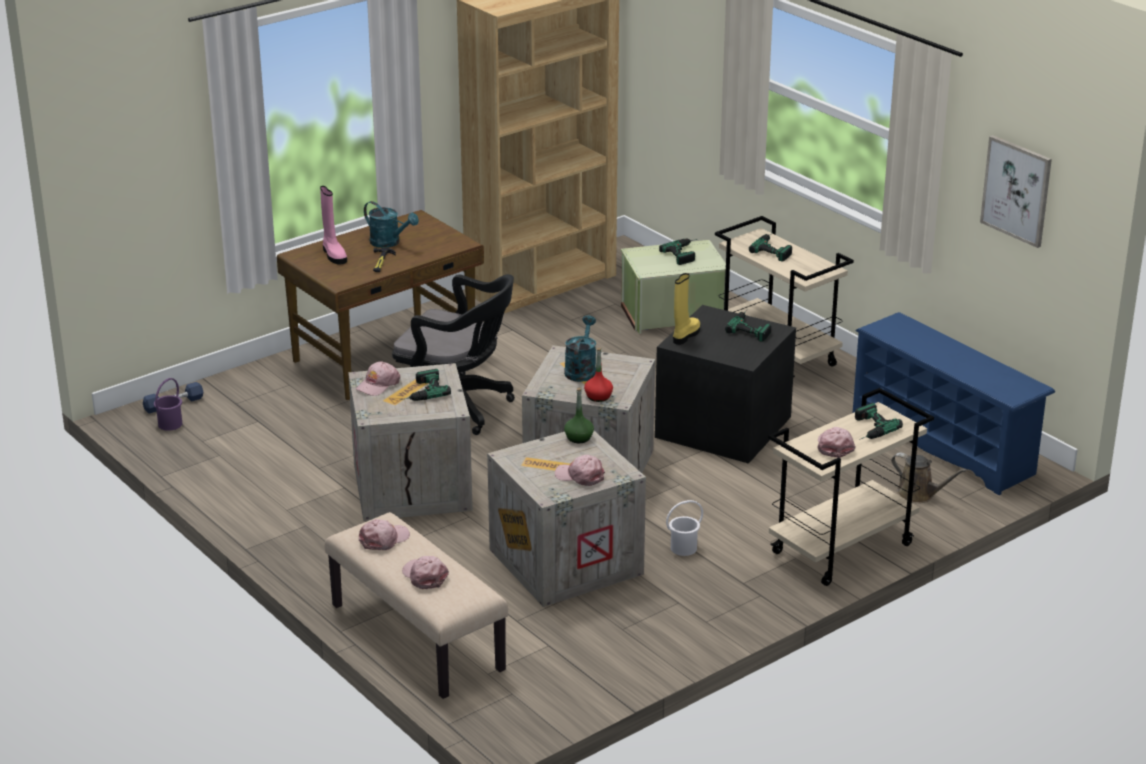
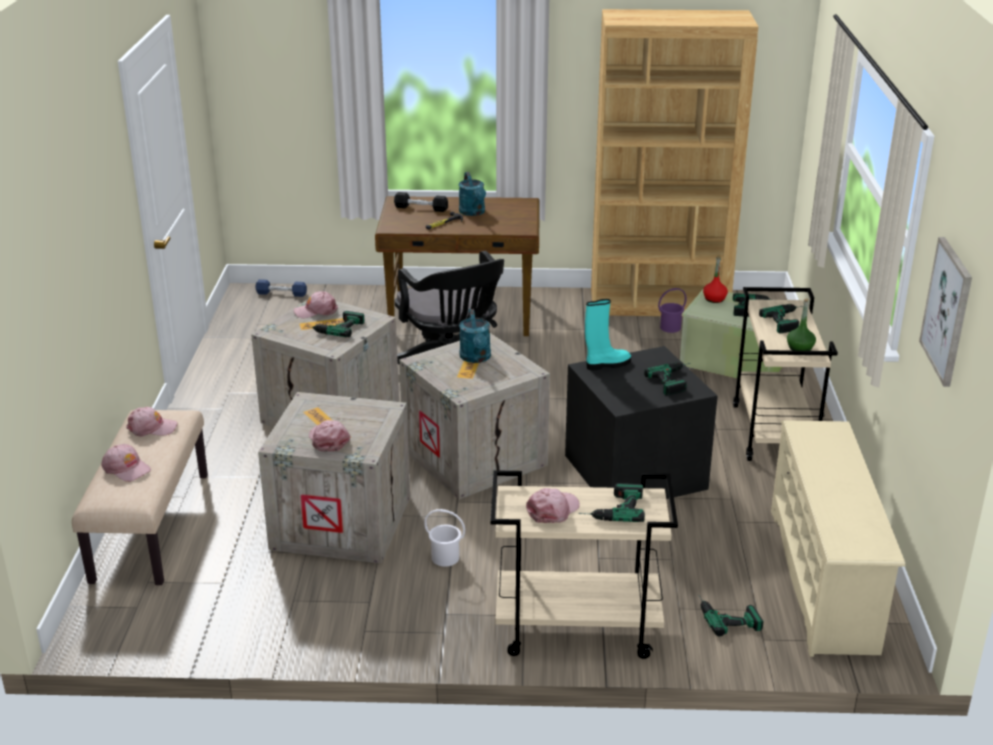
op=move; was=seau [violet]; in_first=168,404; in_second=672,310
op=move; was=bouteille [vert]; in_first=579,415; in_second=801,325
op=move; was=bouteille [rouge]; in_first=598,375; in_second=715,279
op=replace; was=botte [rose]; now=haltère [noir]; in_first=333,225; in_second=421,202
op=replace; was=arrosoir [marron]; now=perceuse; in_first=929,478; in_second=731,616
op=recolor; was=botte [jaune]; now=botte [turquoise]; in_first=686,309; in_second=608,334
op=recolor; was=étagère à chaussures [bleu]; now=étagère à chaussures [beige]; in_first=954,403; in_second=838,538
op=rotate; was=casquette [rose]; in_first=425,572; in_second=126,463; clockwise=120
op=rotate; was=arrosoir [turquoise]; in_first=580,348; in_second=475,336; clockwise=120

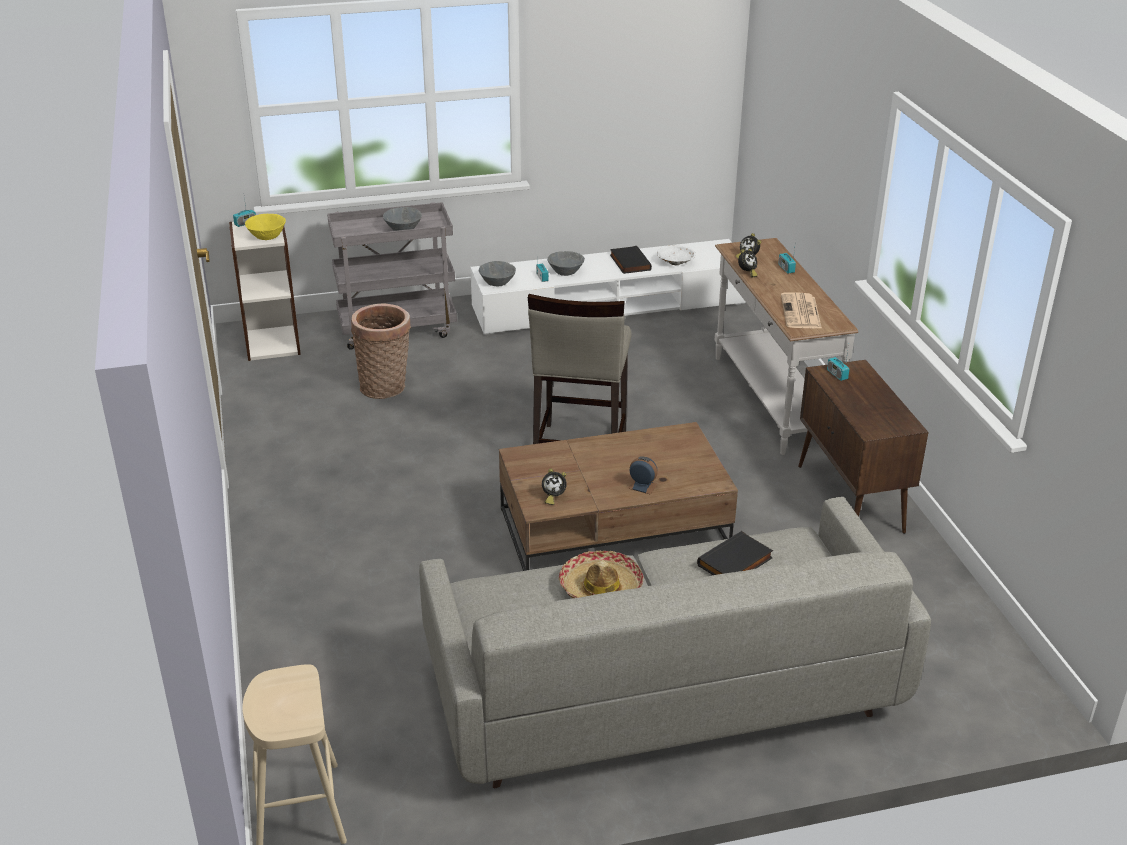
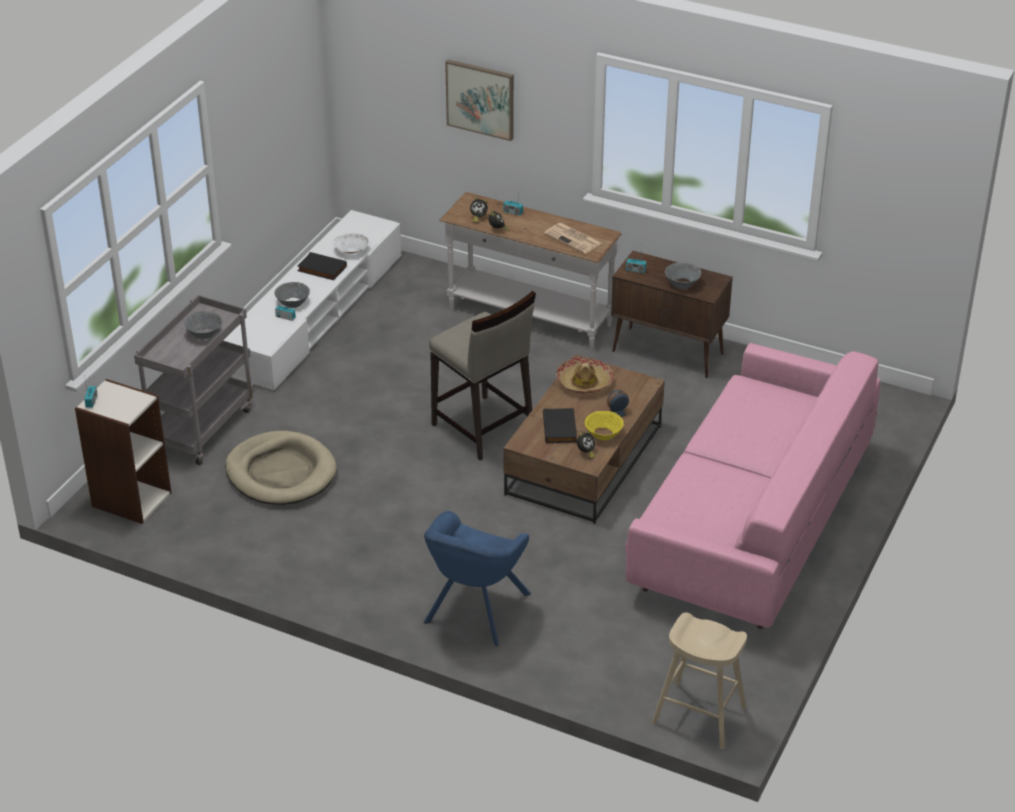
op=insert; now=fauteuil [bleu]; in_second=477,578
op=insert; now=tableau; in_second=479,100
op=move; was=bol [jaune]; in_first=265,227; in_second=604,425
op=move; was=bol [gris]; in_first=497,273; in_second=683,275
op=move; was=chapeau; in_first=601,574; in_second=584,375
op=move; was=livre [noir]; in_first=735,553; in_second=560,425
op=replace; was=panier; now=panier pour chien [beige]; in_first=381,351; in_second=281,468
op=recolor; was=canapé [gris]; now=canapé [rose]; in_first=675,642; in_second=752,486

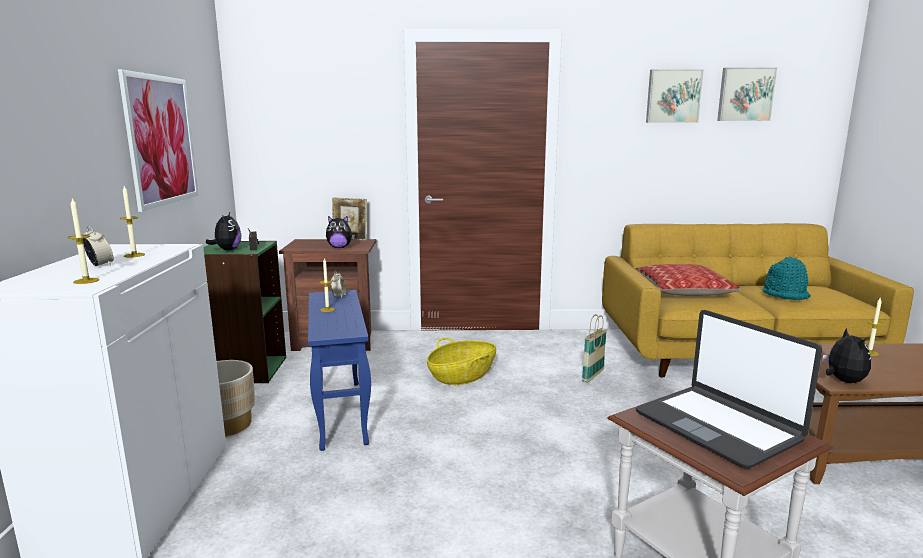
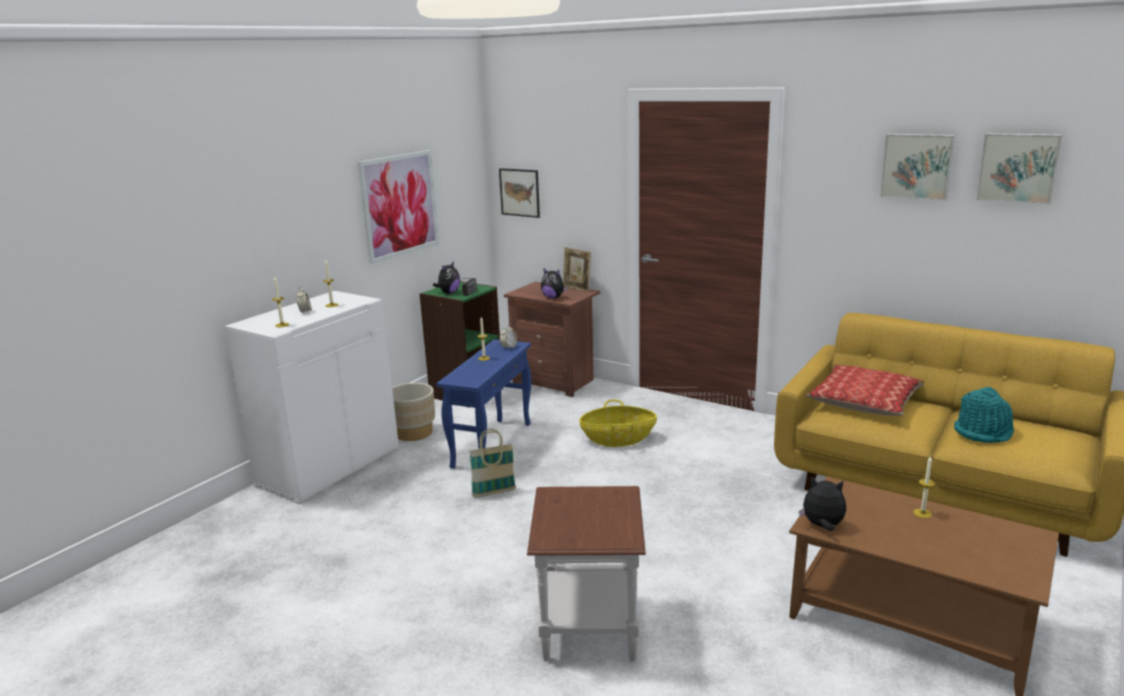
op=delete; was=ordinateur portable; in_first=729,389
op=insert; now=tableau; in_second=519,193
op=move; was=panier; in_first=594,348; in_second=492,463
op=rotate; was=peluche; in_first=846,355; in_second=822,504; clockwise=-105

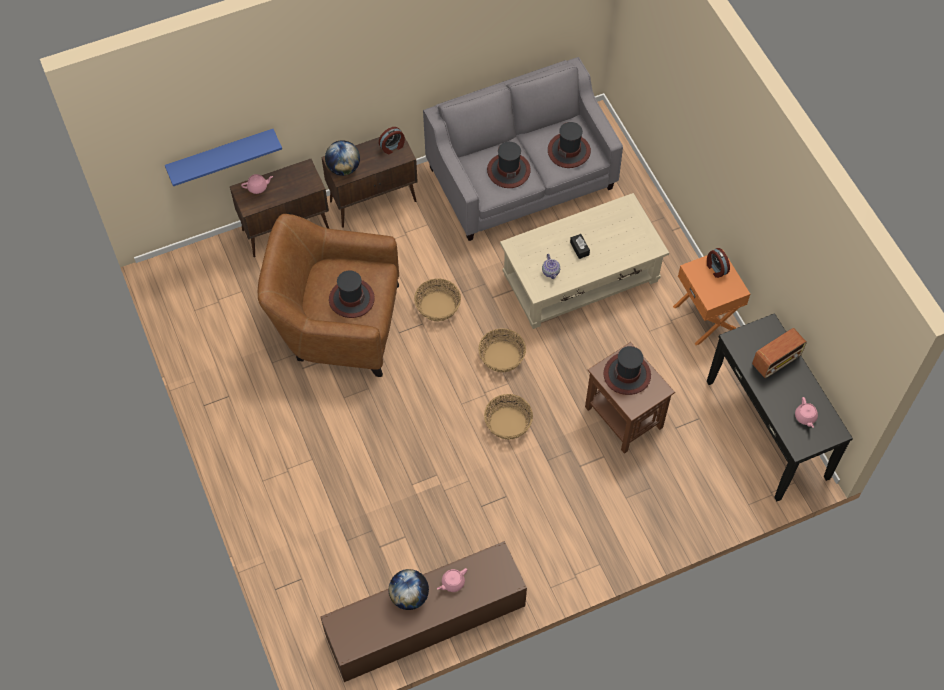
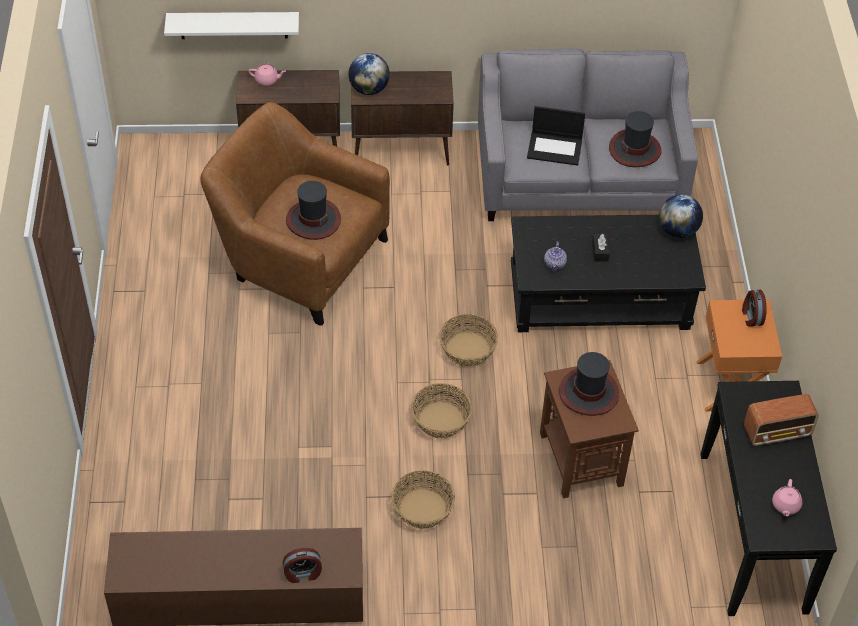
op=delete; was=théière [rose]; in_first=452,580
op=move; was=réveil; in_first=392,140; in_second=302,565
op=move; was=globe; in_first=409,589; in_second=681,216
op=move; was=panier; in_first=437,300; in_second=423,499
op=replace; was=chapeau; now=ordinateur portable; in_first=509,165; in_second=556,136
op=recolor; was=étagère [bleu]; now=étagère [blanc]; in_first=223,158; in_second=231,25
op=recolor; was=table basse [beige]; now=table basse [noir]; in_first=584,261; in_second=608,273

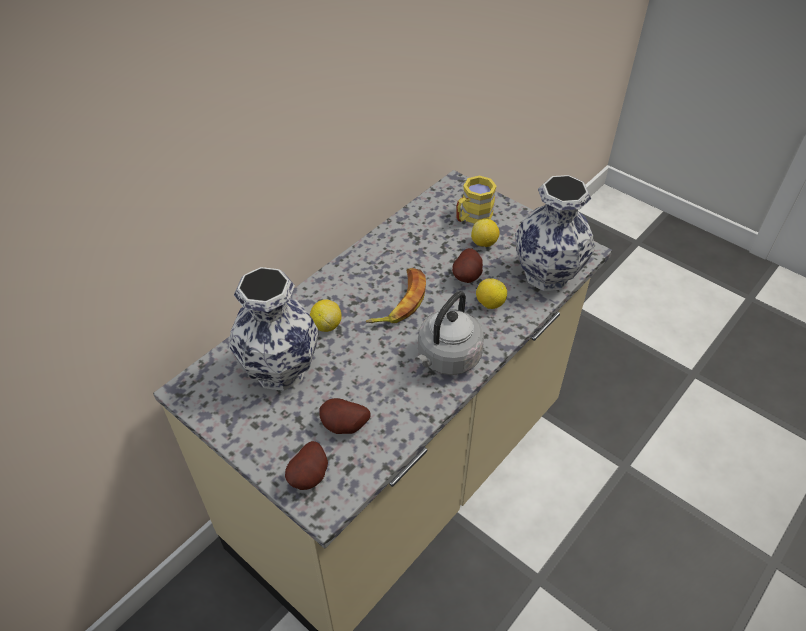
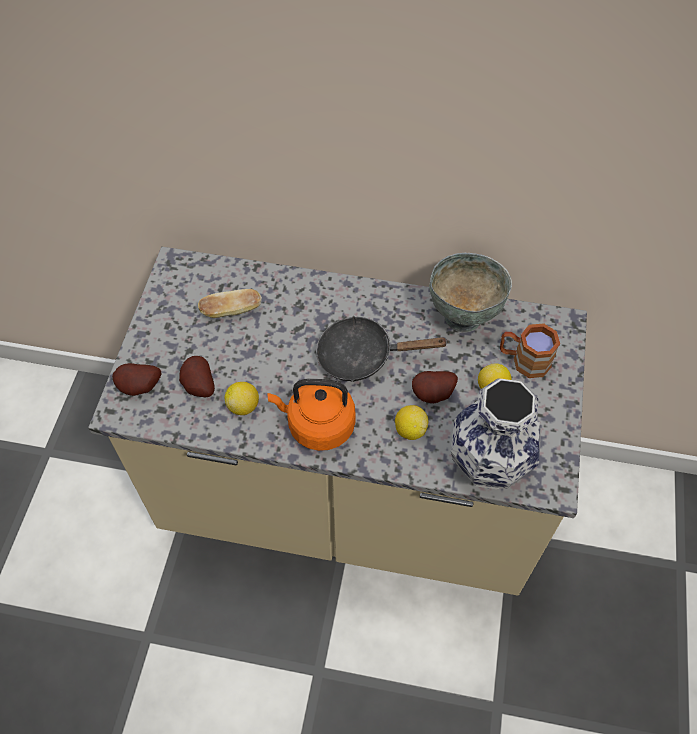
op=insert; now=bol [gris]; in_second=470,293
op=move; was=citron; in_first=325,315; in_second=241,398
op=replace; was=vase; now=pain; in_first=274,329; in_second=230,303
op=replace; was=banane; now=poêle [noir]; in_first=396,295; in_second=382,349
op=recolor; was=bouilloire [gris]; now=bouilloire [orange]; in_first=449,333; in_second=312,415
op=recolor; was=mug [jaune]; now=mug [marron]; in_first=476,200; in_second=530,350

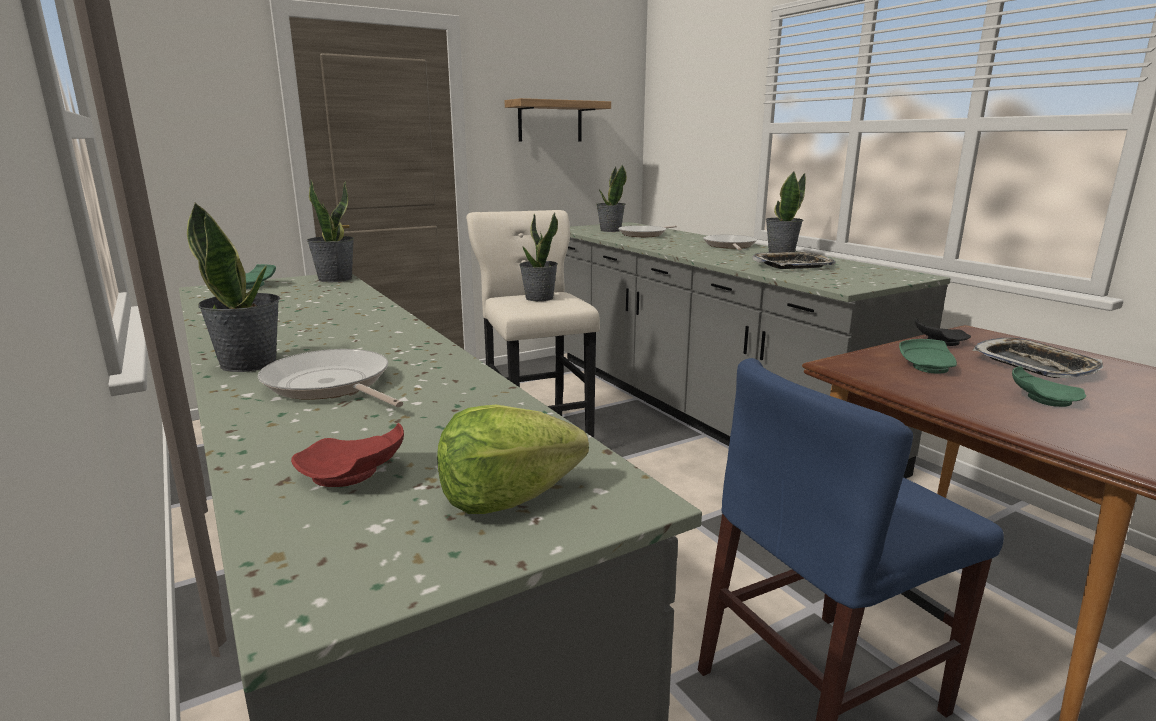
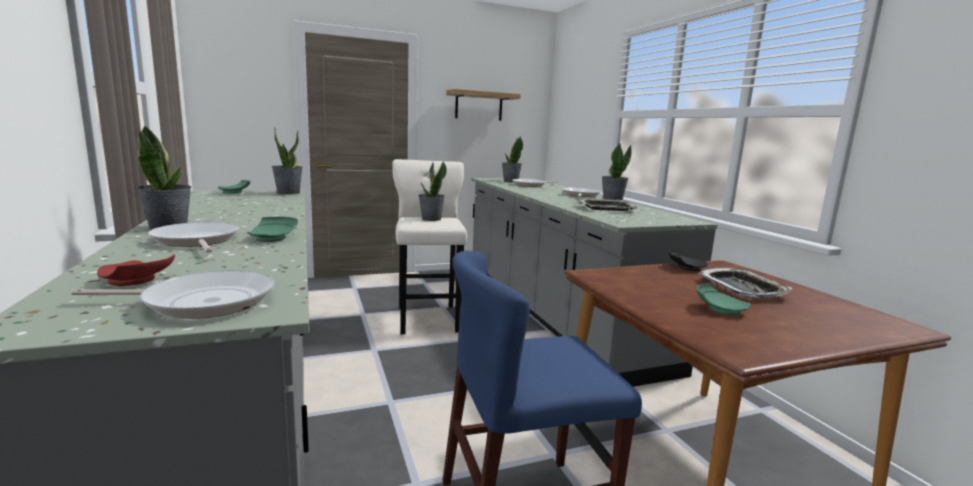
op=move; was=assiette [vert]; in_first=928,356; in_second=272,229
op=replace; was=laitue; now=poêle; in_first=513,459; in_second=172,294

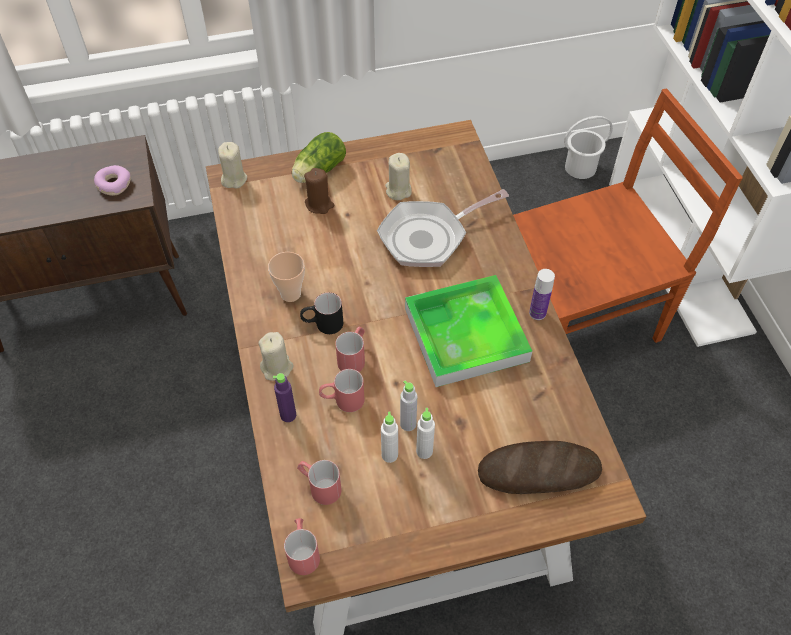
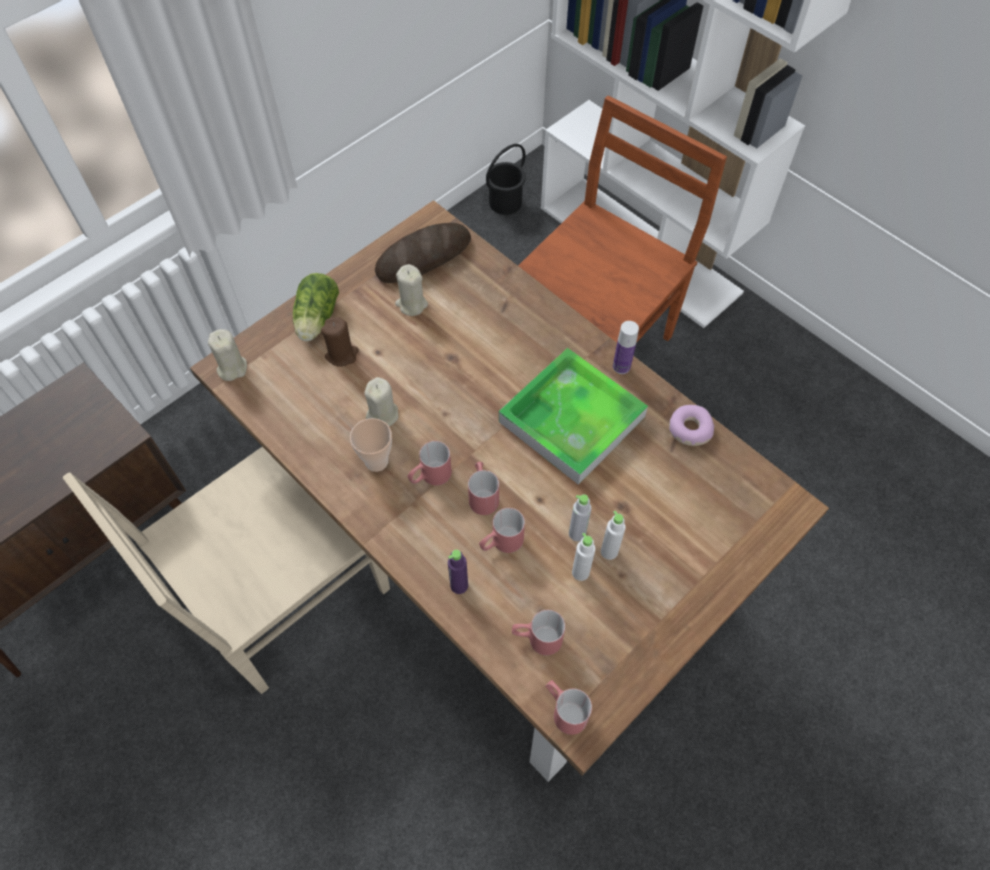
op=delete; was=poêle; in_first=443,228
op=insert; now=chaise [beige]; in_second=226,570
op=move; was=beignet; in_first=112,180; in_second=691,425
op=move; was=bougie [beige]; in_first=276,356; in_second=381,401
op=move; was=pain; in_first=540,467; in_second=423,253
op=recolor; was=mug [noir]; now=mug [rouge]; in_first=321,313; in_second=430,463
op=recolor; was=seau [blanc]; now=seau [noir]; in_first=588,147; in_second=506,179

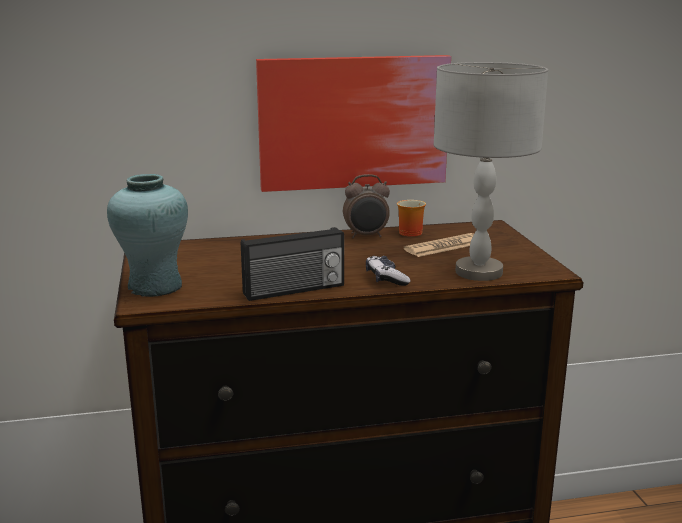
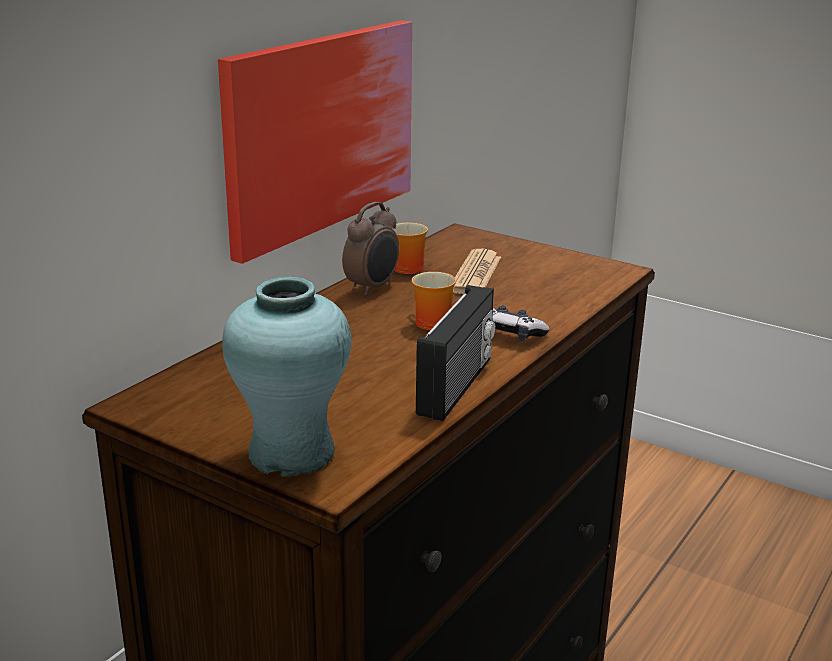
op=delete; was=lampe de table [gris]; in_first=490,171
op=insert; now=mug; in_second=433,301

